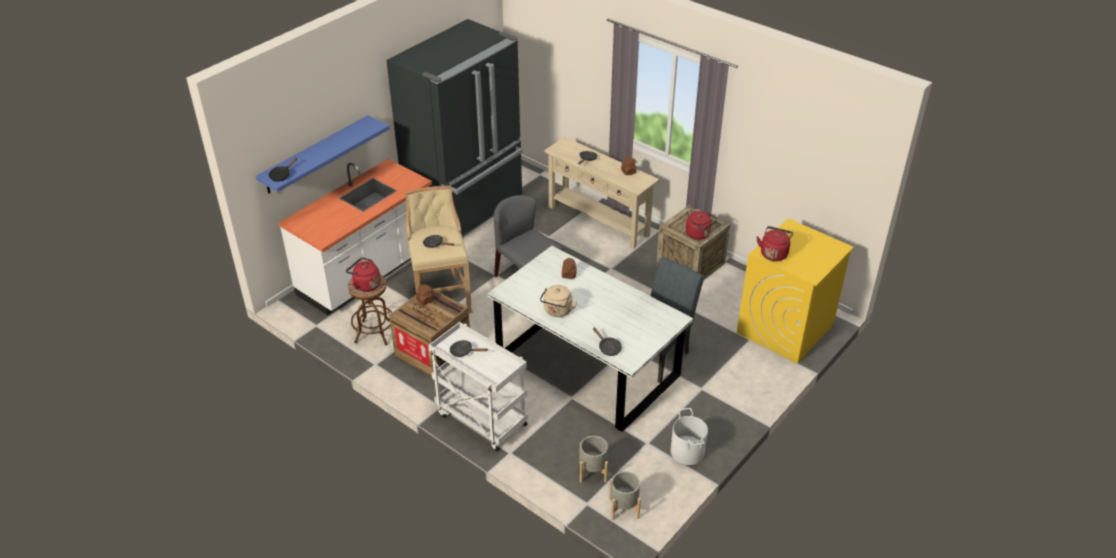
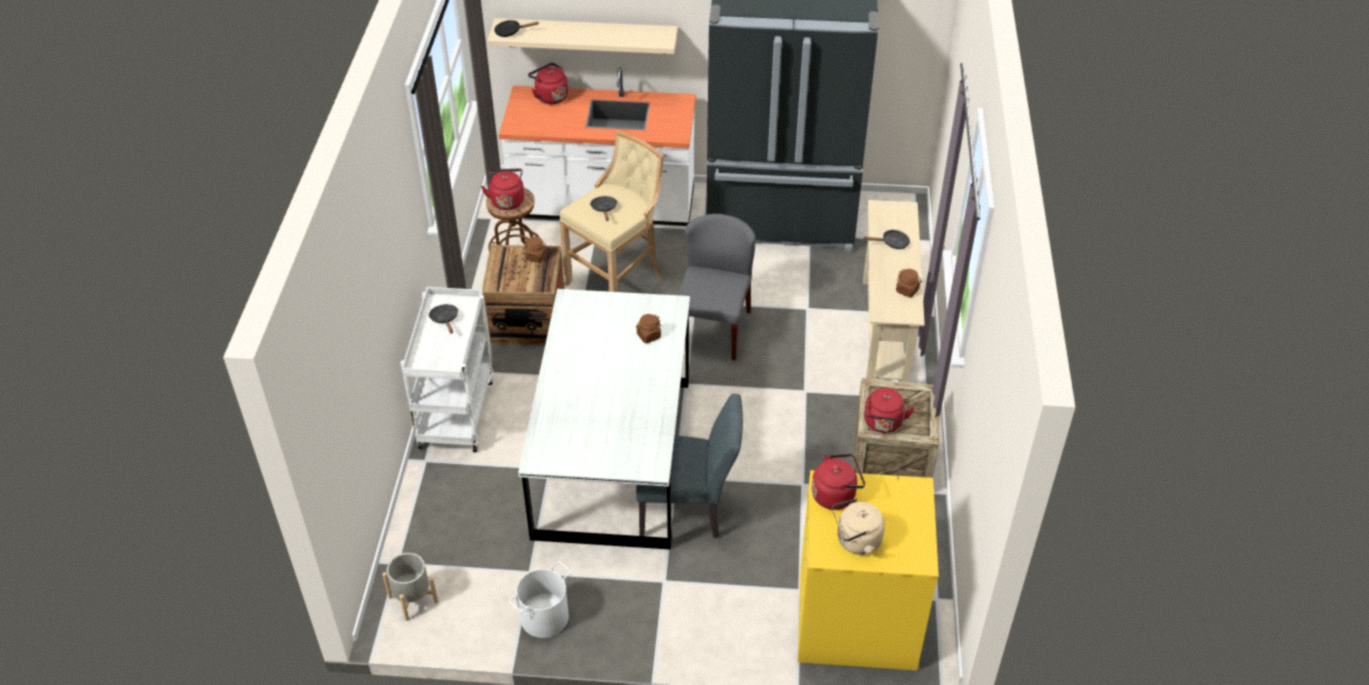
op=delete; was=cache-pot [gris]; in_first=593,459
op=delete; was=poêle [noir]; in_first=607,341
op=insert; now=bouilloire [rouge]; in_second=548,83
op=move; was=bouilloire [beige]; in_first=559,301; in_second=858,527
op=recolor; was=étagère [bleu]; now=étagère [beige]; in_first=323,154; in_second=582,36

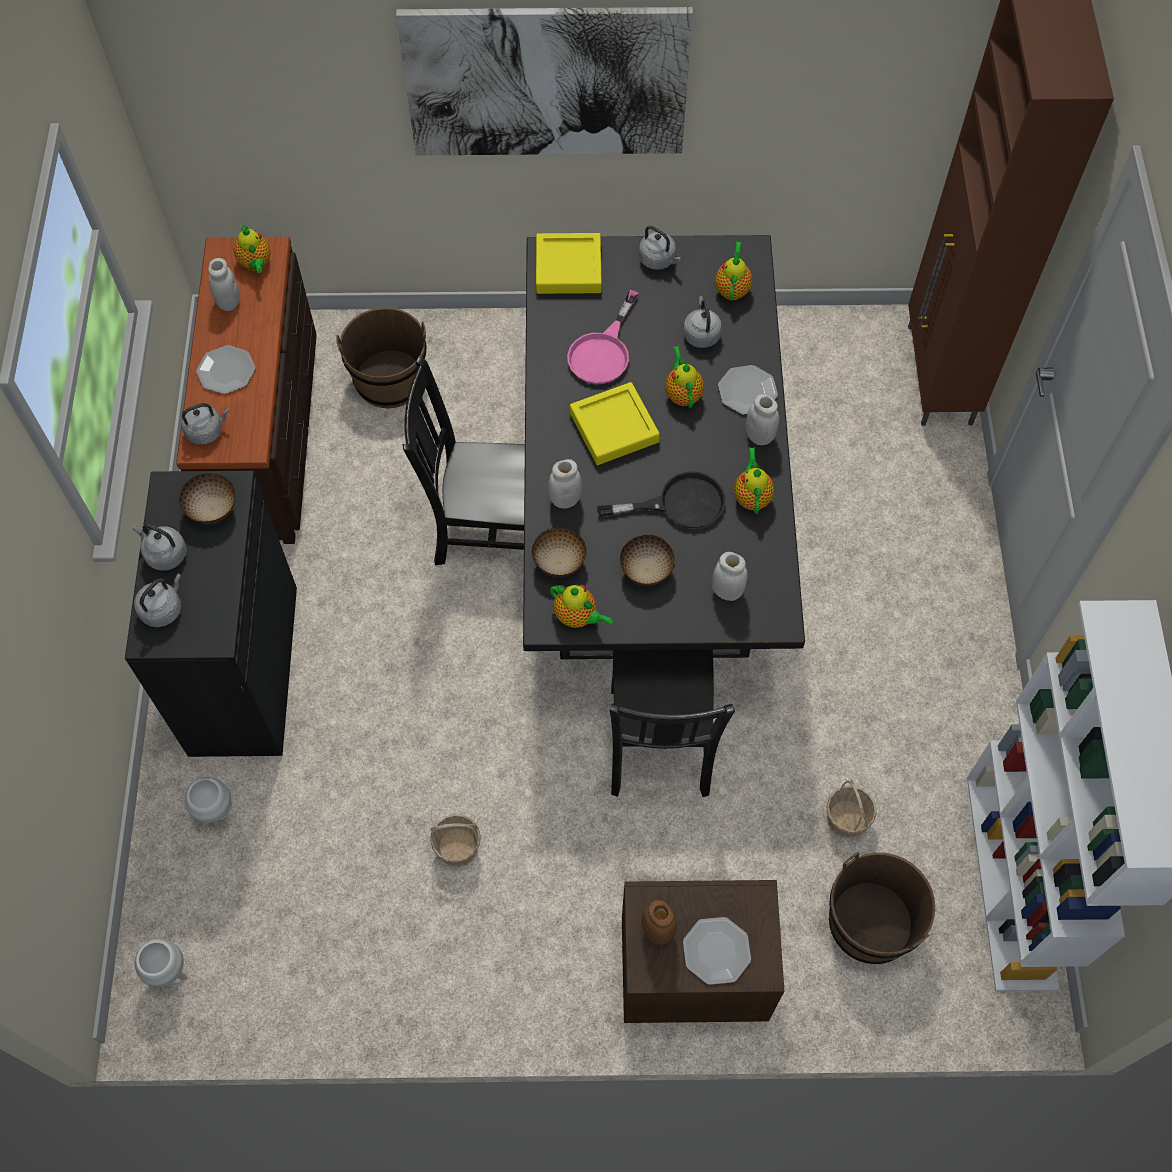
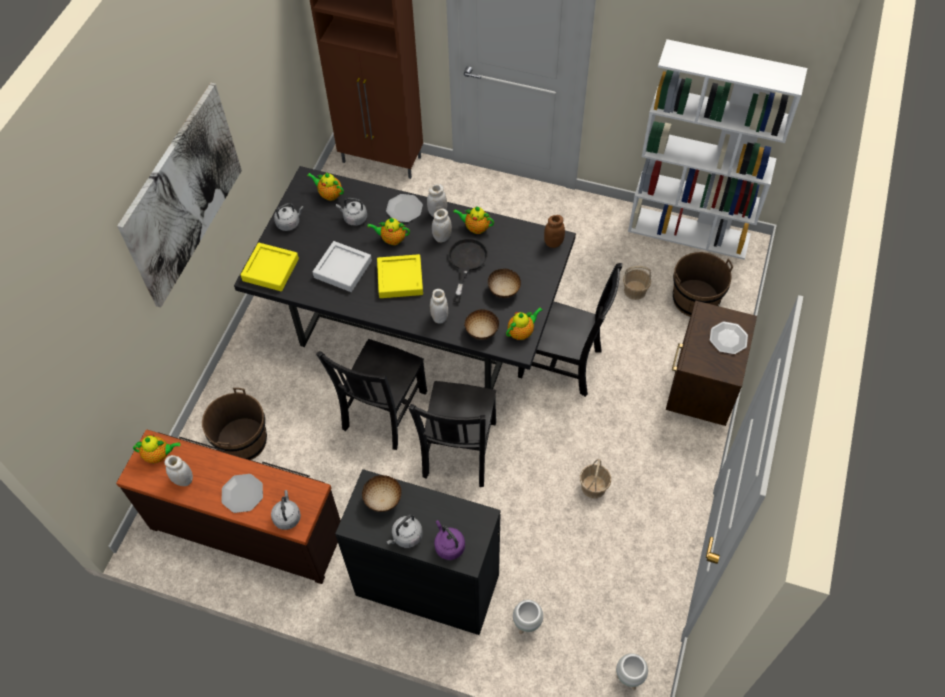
op=insert; now=chaise [noir]; in_second=452,434
op=move; was=bocal [marron]; in_first=659,922; in_second=554,231
op=move; was=bocal [blanc]; in_first=730,576; in_second=442,226
op=replace; was=poêle [rose]; now=plateau [gris]; in_first=603,337; in_second=342,266
op=recolor; was=bouilloire [gris]; now=bouilloire [violet]; in_first=157,600; in_second=449,540

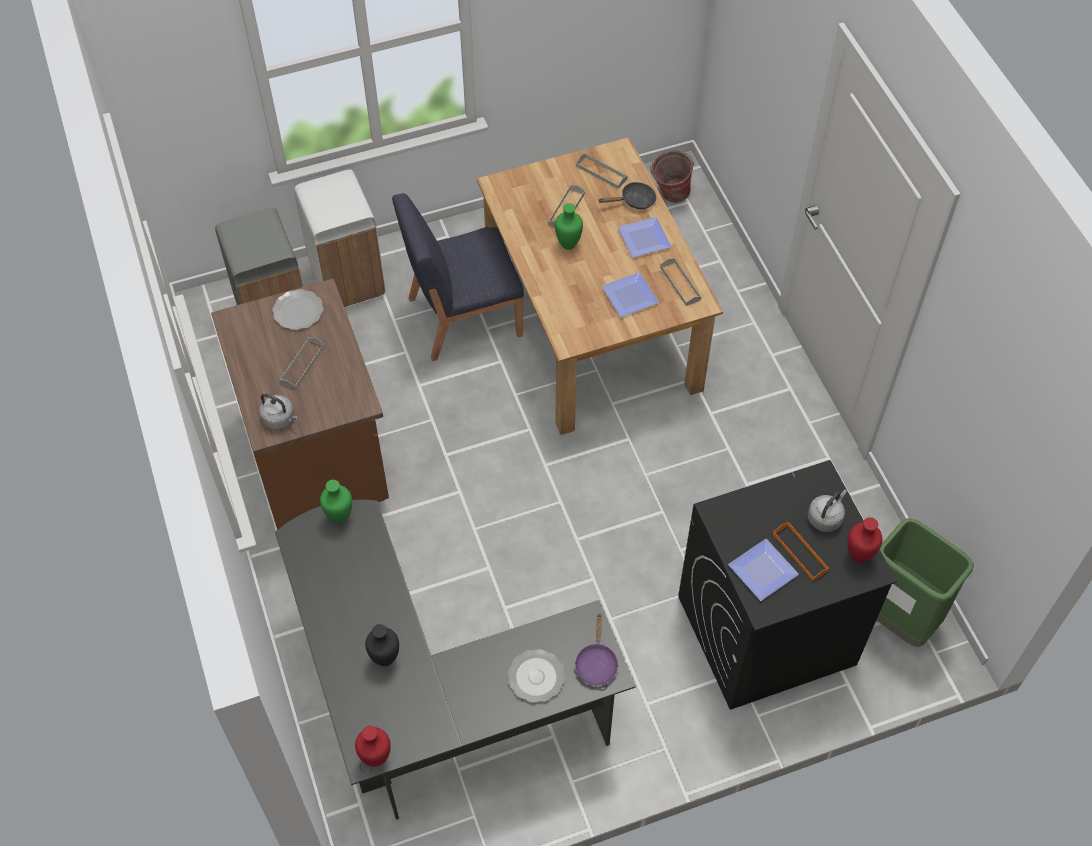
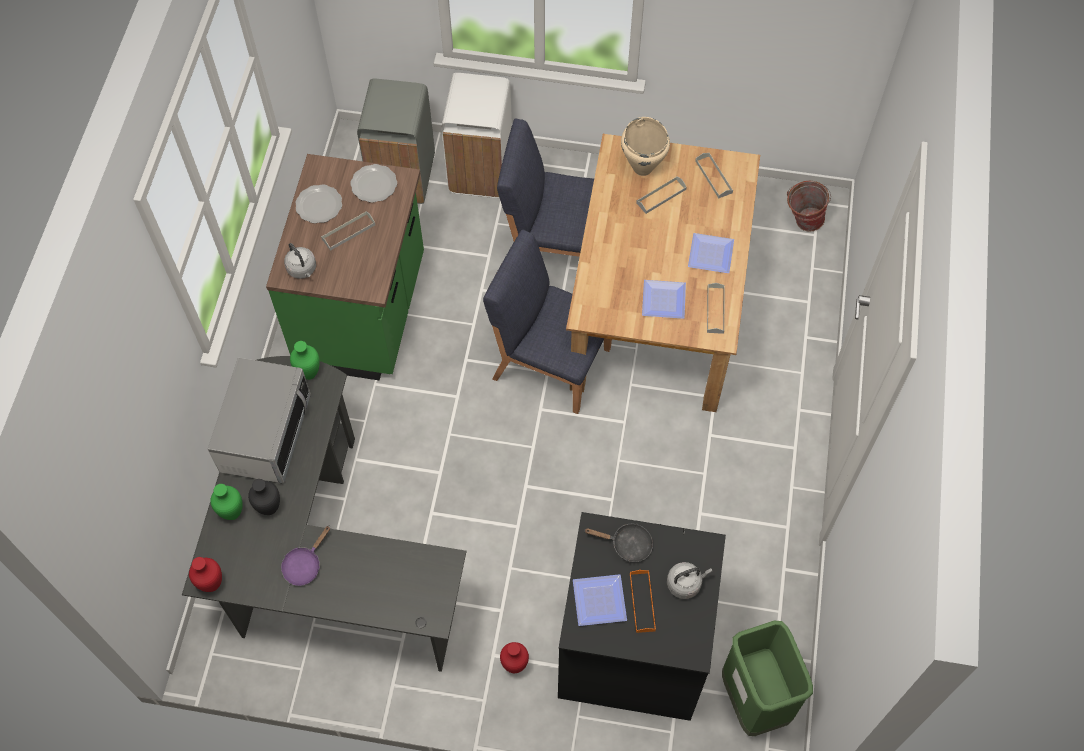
op=insert; now=micro-ondes; in_second=259,420
op=insert; now=chaise [bleu]; in_second=547,322
op=insert; now=marmite [beige]; in_second=645,146
op=move; was=assiette; in_first=536,676; in_second=318,203
op=move; was=vase [vert]; in_first=569,226; in_second=226,502
op=move; was=poêle [violet]; in_first=597,650; in_second=305,556
op=move; was=poêle [noir]; in_first=627,195; in_second=618,543
op=move; was=vase [rouge]; in_first=865,540; in_second=514,657
op=recolor; was=comptoir de cuisine [marron]; now=comptoir de cuisine [vert]; in_first=300,404; in_second=345,267

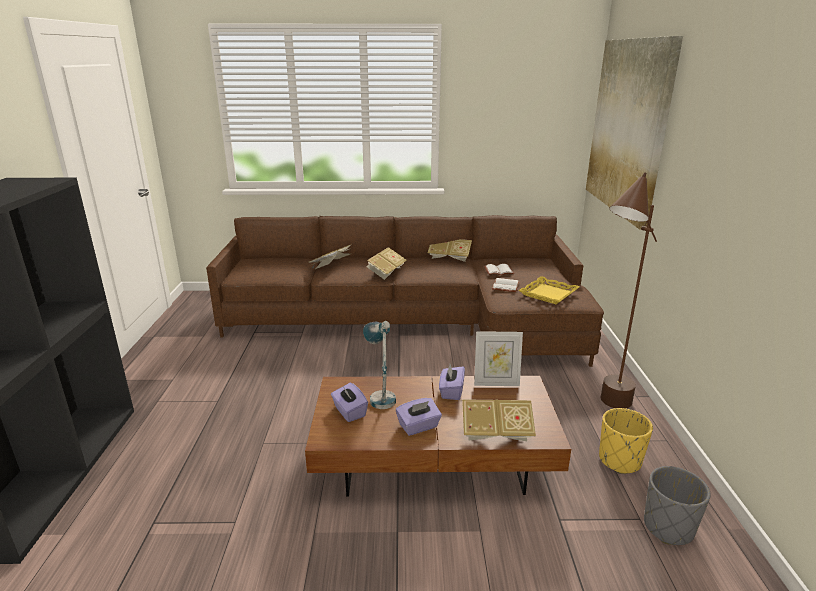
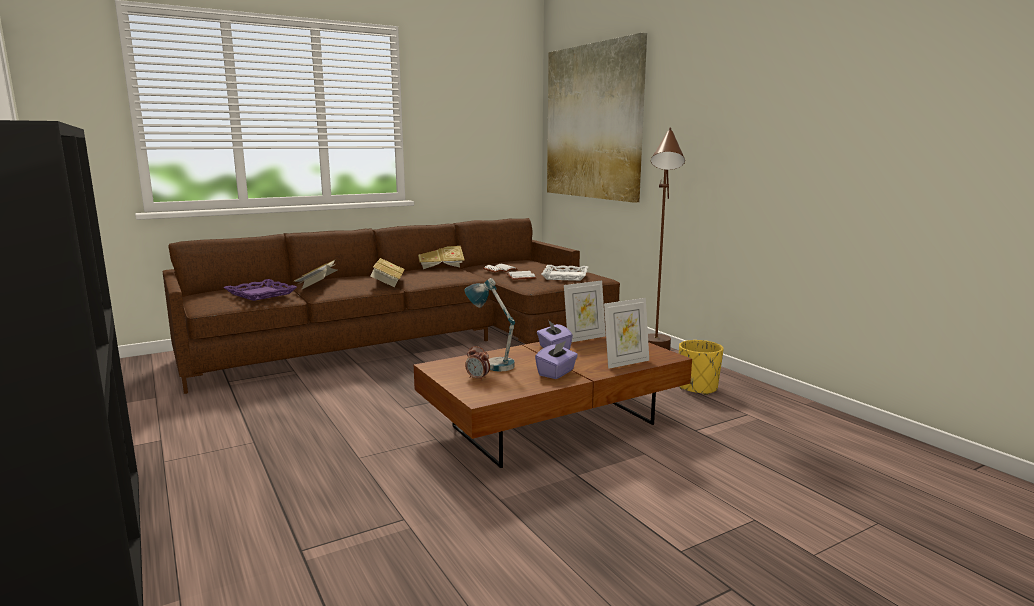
op=delete; was=cache-pot [gris]; in_first=677,505
op=insert; now=plateau [violet]; in_second=260,290
op=replace; was=boîte à mouchoirs [violet]; now=réveil; in_first=349,402; in_second=477,363
op=replace; was=livre; now=cadre photo; in_first=499,420; in_second=626,333
op=recolor; was=plateau [jaune]; now=plateau [blanc]; in_first=549,290; in_second=564,273

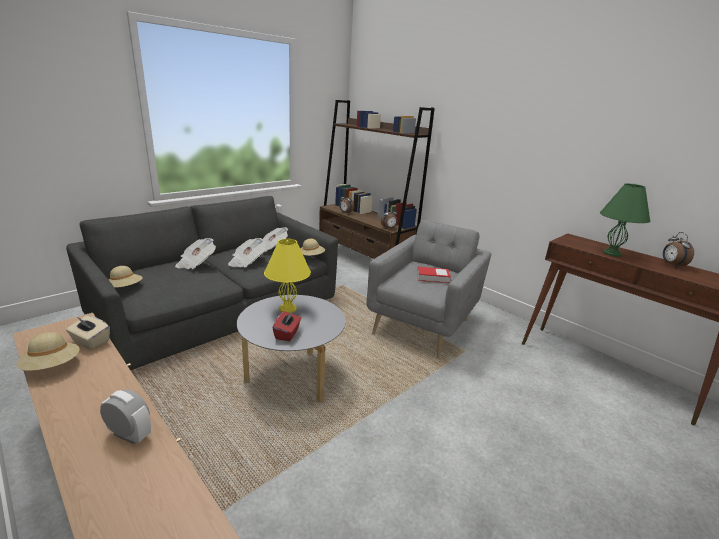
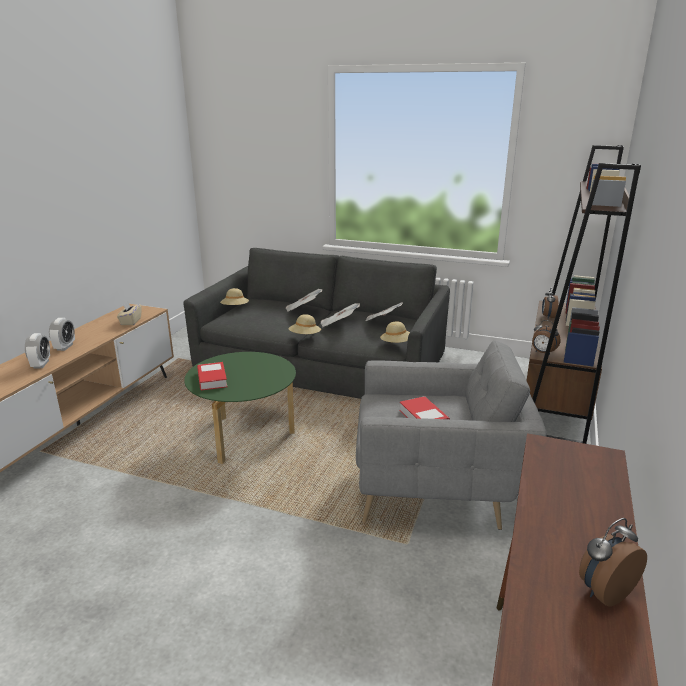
op=delete; was=lampe de table [jaune]; in_first=287,276
op=delete; was=lampe de table [vert]; in_first=625,220
op=insert; now=réveil; in_second=62,334
op=move; was=chapeau [beige]; in_first=48,351; in_second=305,324
op=replace; was=boîte à mouchoirs [rouge]; now=livre; in_first=286,326; in_second=212,376
op=recolor; was=table basse [gris]; now=table basse [vert]; in_first=291,349; in_second=240,408

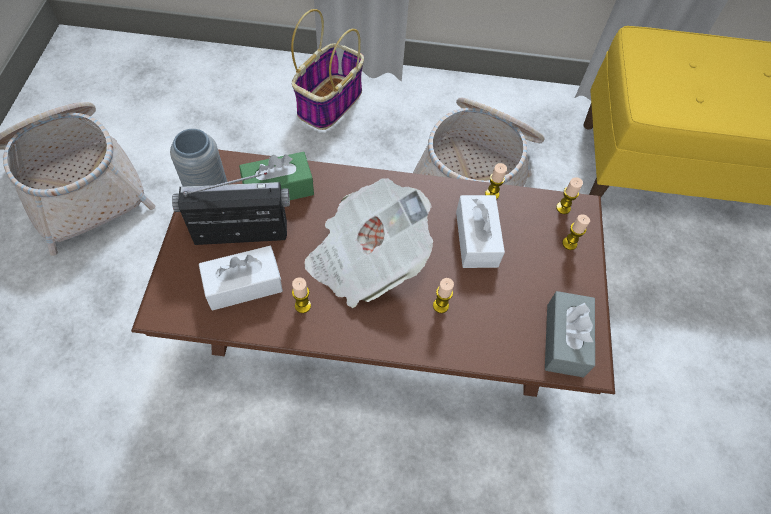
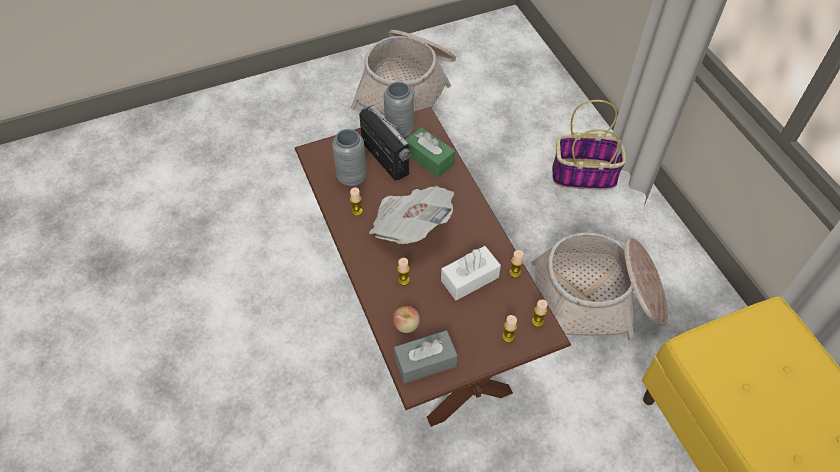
op=insert; now=pomme; in_second=406,319
op=replace; was=boîte à mouchoirs [blanc]; now=vase [gris]; in_first=241,278; in_second=349,158

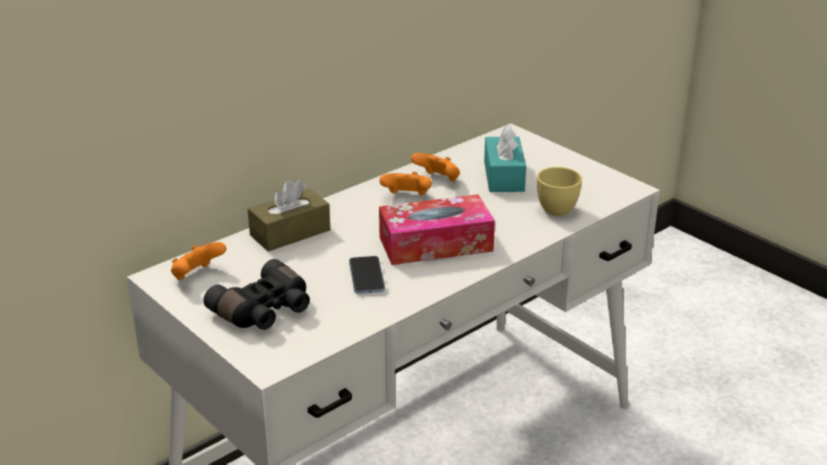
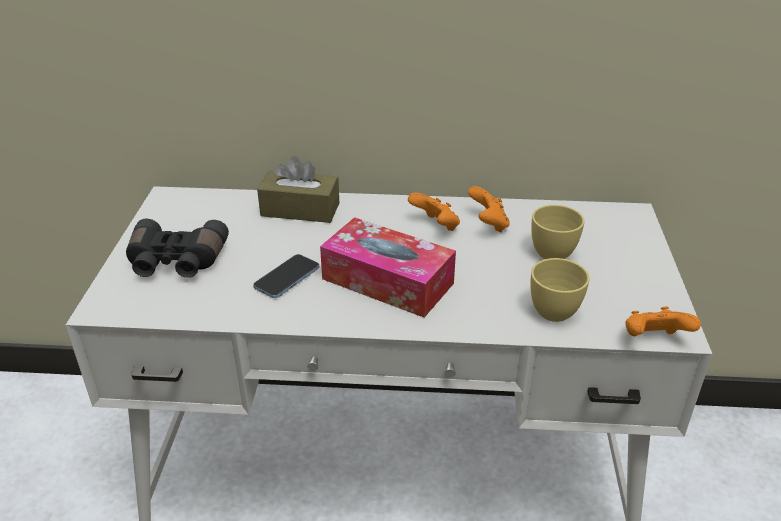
op=move; was=manette [orange]; in_first=198,261; in_second=663,321
op=replace; was=boîte à mouchoirs [turquoise]; now=tasse [jaune]; in_first=505,158; in_second=557,232

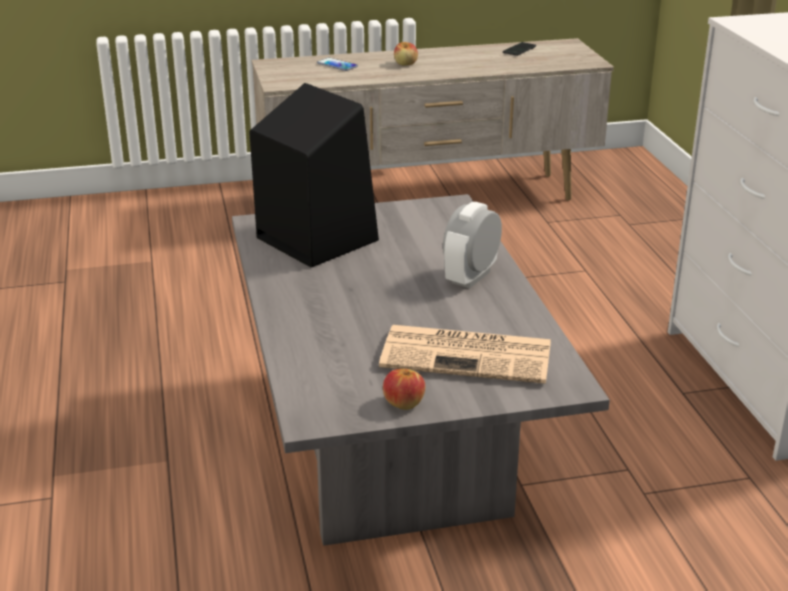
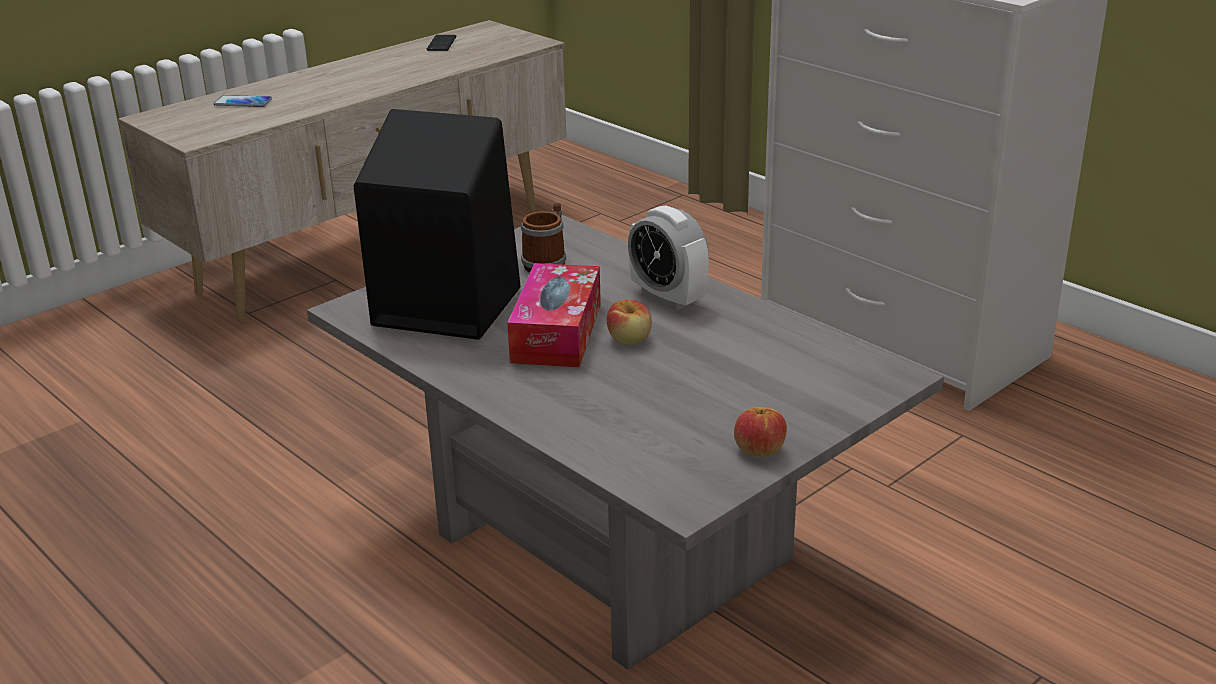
op=delete; was=journal; in_first=465,354
op=insert; now=boîte à mouchoirs; in_second=554,315
op=insert; now=mug; in_second=543,237
op=move; was=pomme; in_first=406,53; in_second=629,322
op=rotate; was=réveil; in_first=472,245; in_second=668,258; clockwise=-45

